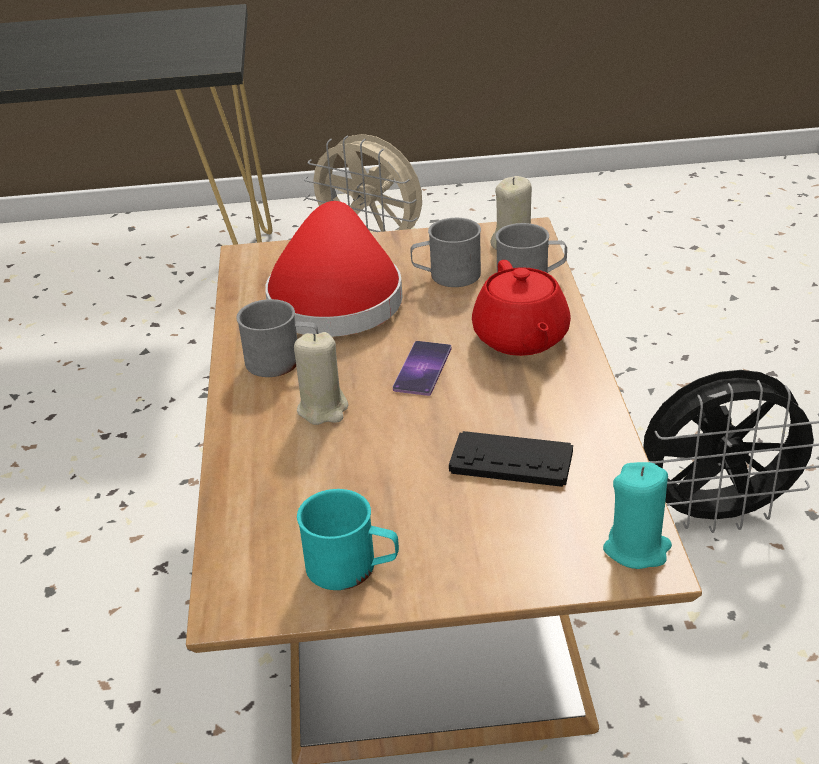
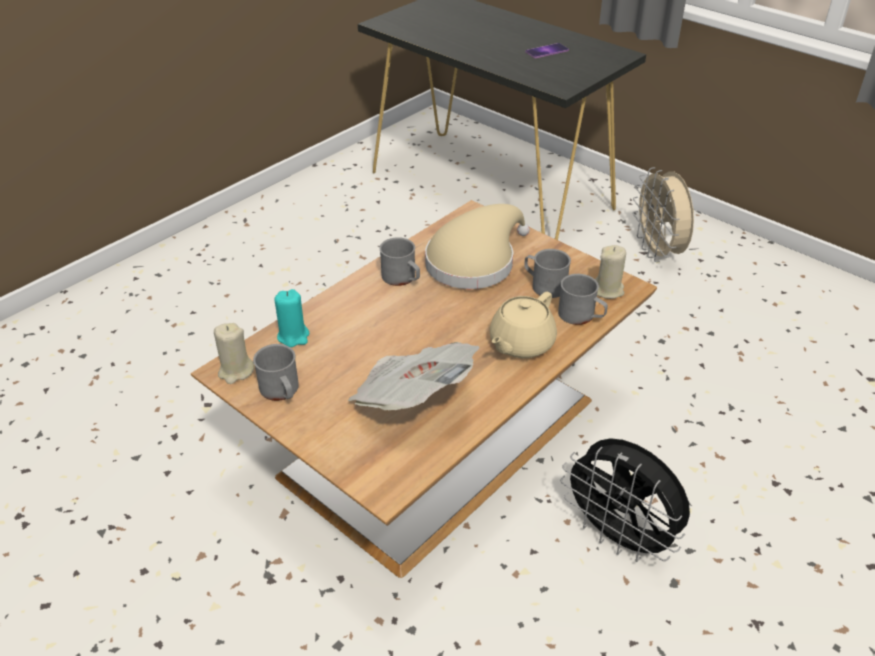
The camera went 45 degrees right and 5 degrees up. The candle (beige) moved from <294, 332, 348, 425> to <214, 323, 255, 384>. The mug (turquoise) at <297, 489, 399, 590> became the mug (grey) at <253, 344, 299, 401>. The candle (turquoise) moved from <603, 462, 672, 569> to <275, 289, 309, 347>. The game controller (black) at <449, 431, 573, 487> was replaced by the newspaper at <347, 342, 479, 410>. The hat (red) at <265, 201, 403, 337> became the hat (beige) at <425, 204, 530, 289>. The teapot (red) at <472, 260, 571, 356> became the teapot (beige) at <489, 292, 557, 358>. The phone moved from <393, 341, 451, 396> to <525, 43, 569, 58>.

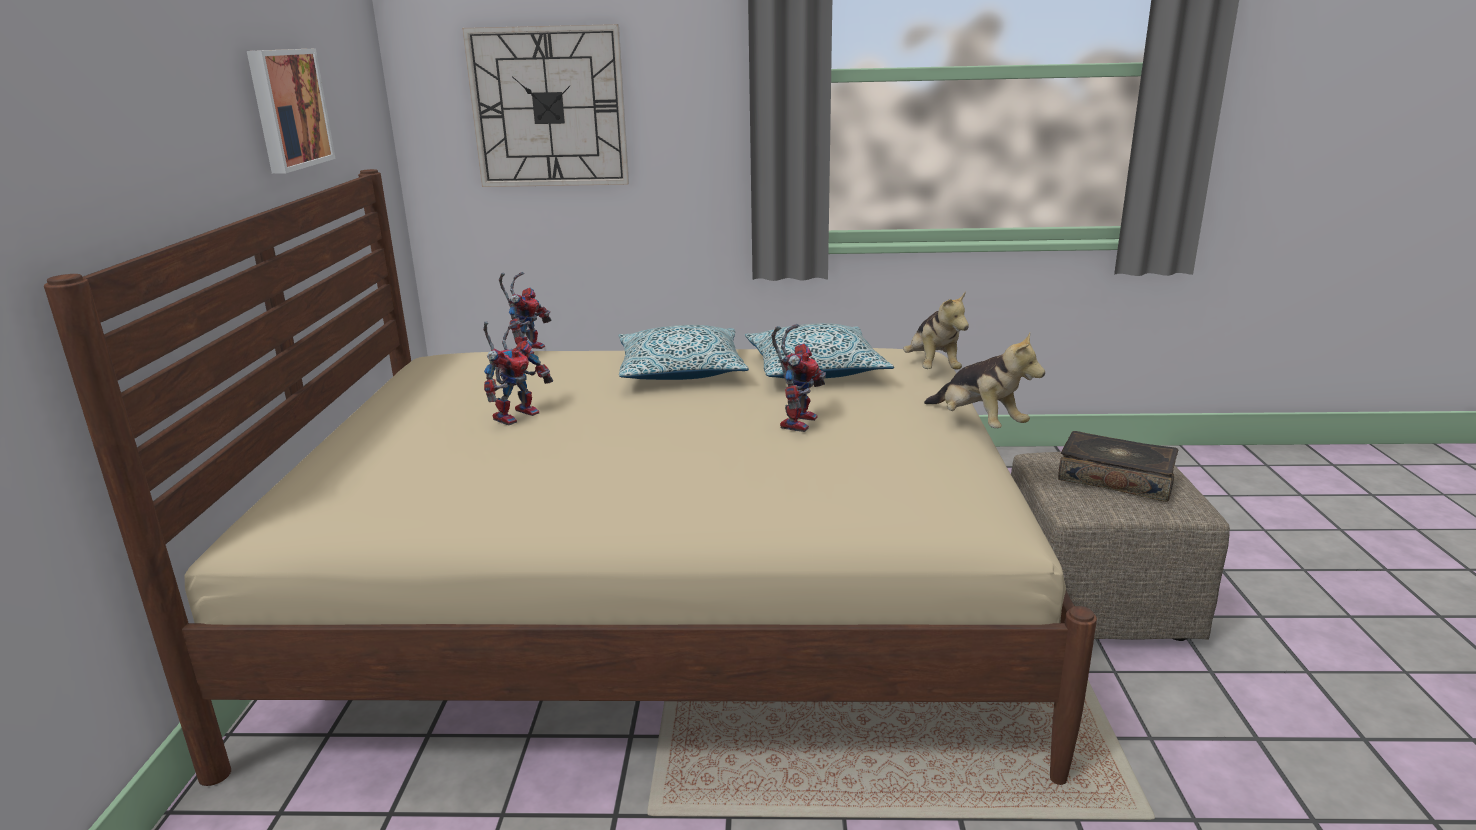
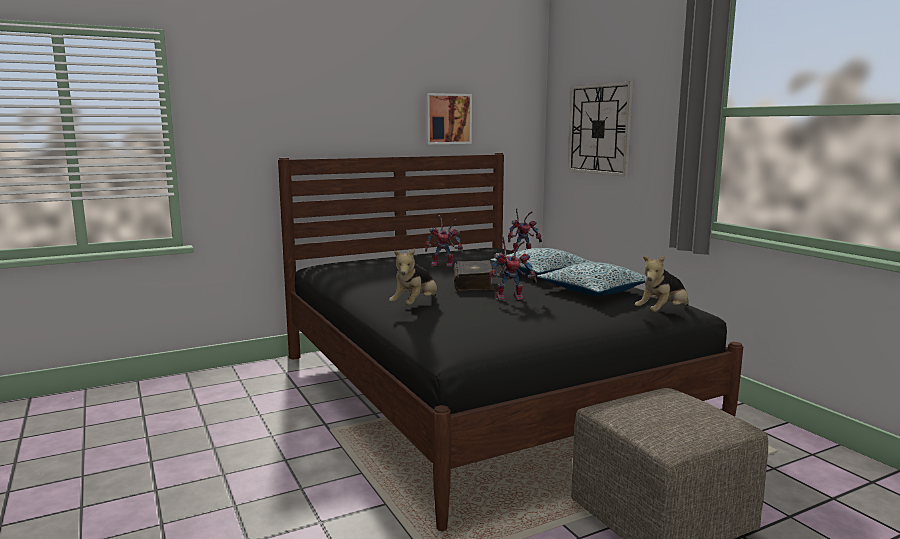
The camera went 60 degrees right and 10 degrees down. The bed (beige) at <44, 169, 1097, 786> became the bed (black) at <278, 153, 743, 531>. The plush toy moved from <924, 332, 1045, 428> to <389, 248, 437, 305>. The book moved from <1058, 431, 1178, 502> to <453, 260, 495, 291>.

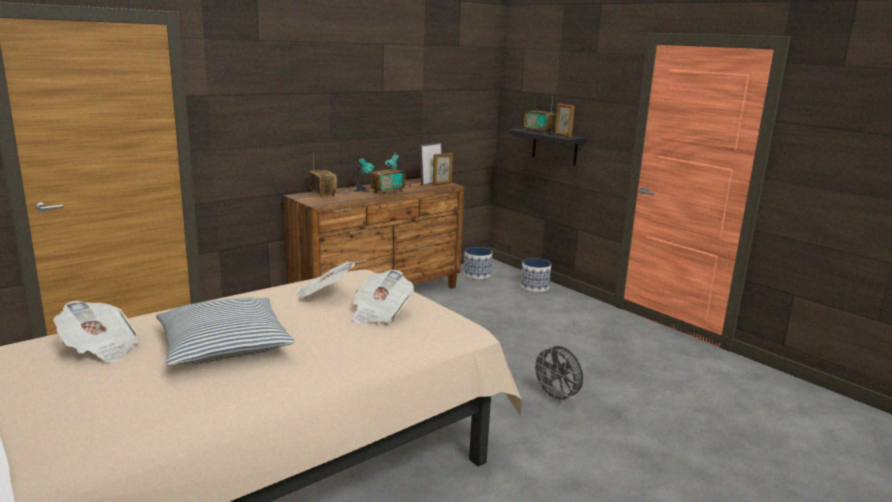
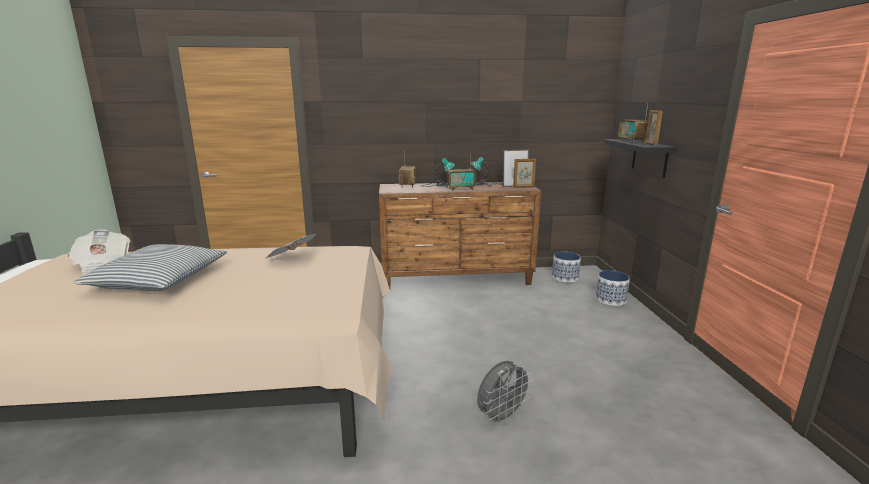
The camera went 35 degrees right and 0 degrees up. The fan (grey) at <531, 345, 583, 404> turned 120 degrees counterclockwise. The newspaper at <352, 270, 414, 324> disappeared.

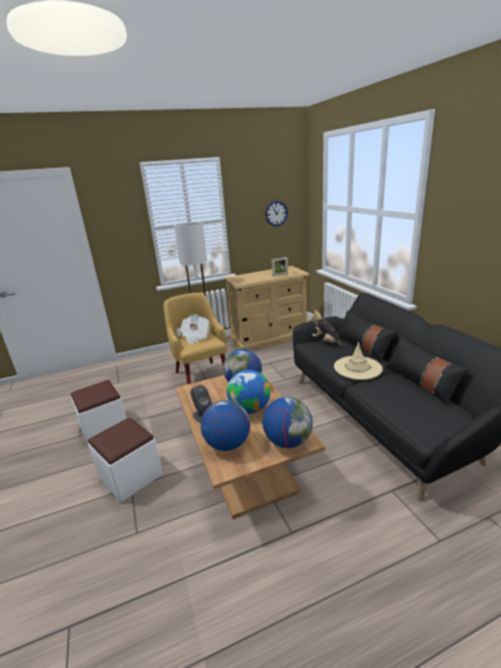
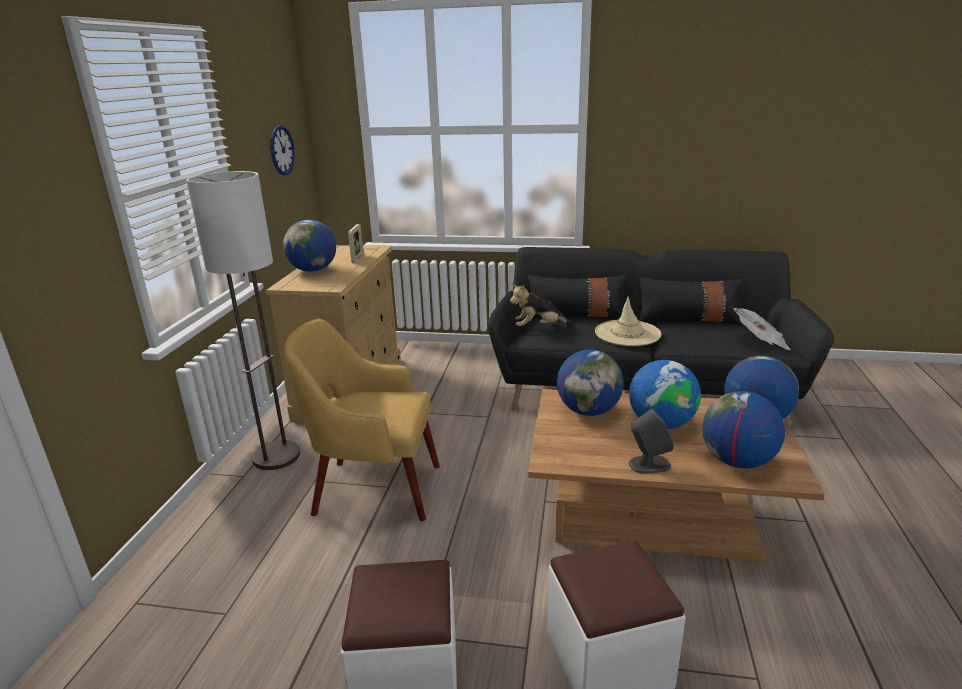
The camera went 60 degrees left and 0 degrees up. The globe at <283, 220, 336, 272> appeared. The newspaper moved from <180, 314, 210, 344> to <734, 308, 790, 350>.

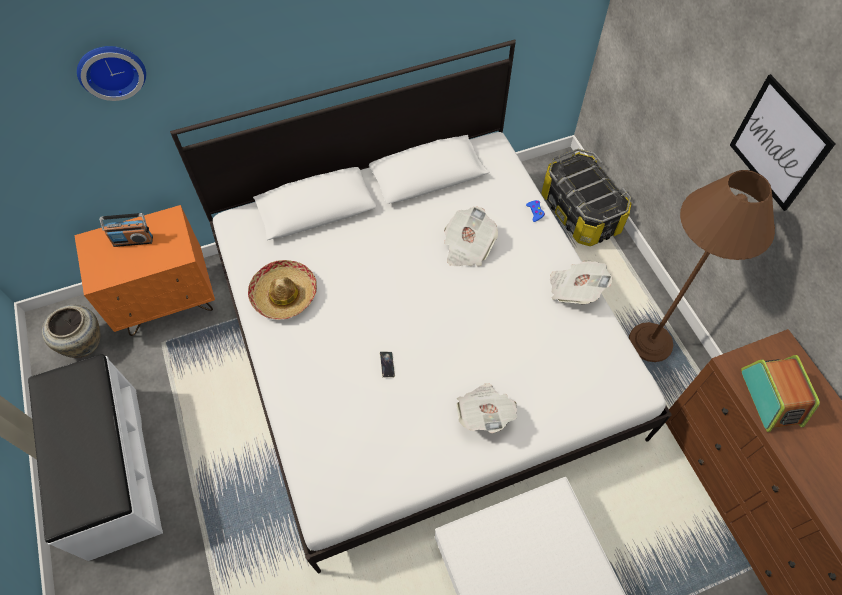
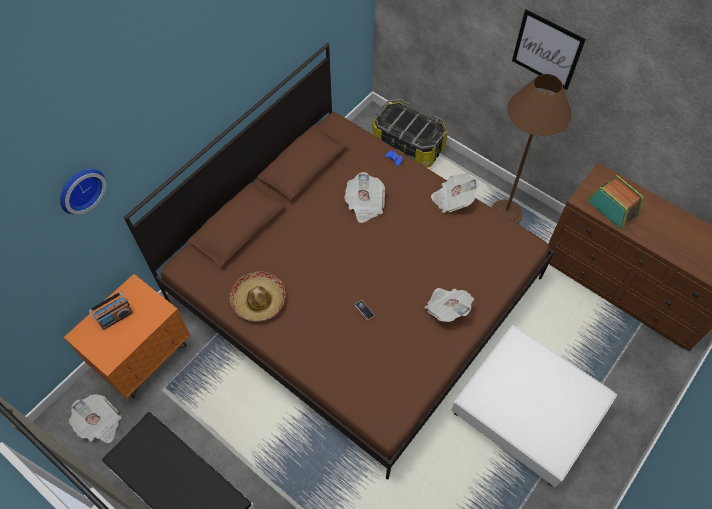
The camera went 30 degrees left and 0 degrees up. The vase (beige) at <42, 305, 100, 358> was replaced by the newspaper at <69, 394, 122, 443>. The bed (white) at <170, 40, 672, 573> became the bed (brown) at <124, 43, 554, 479>.

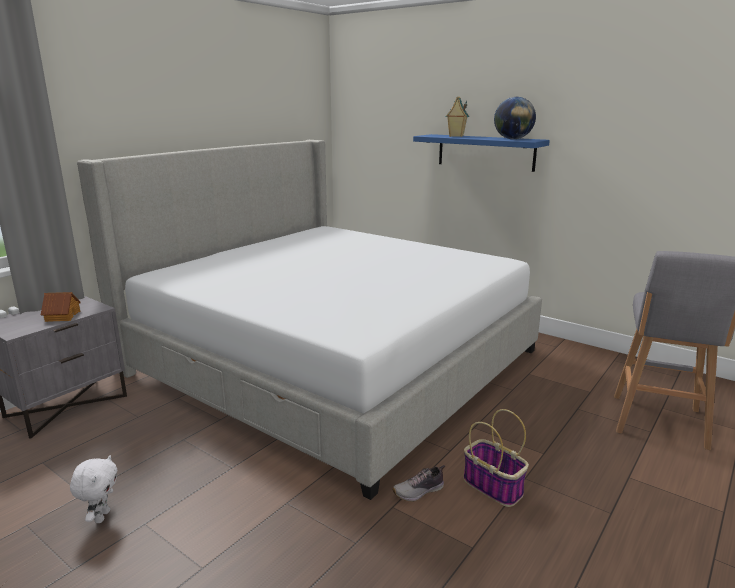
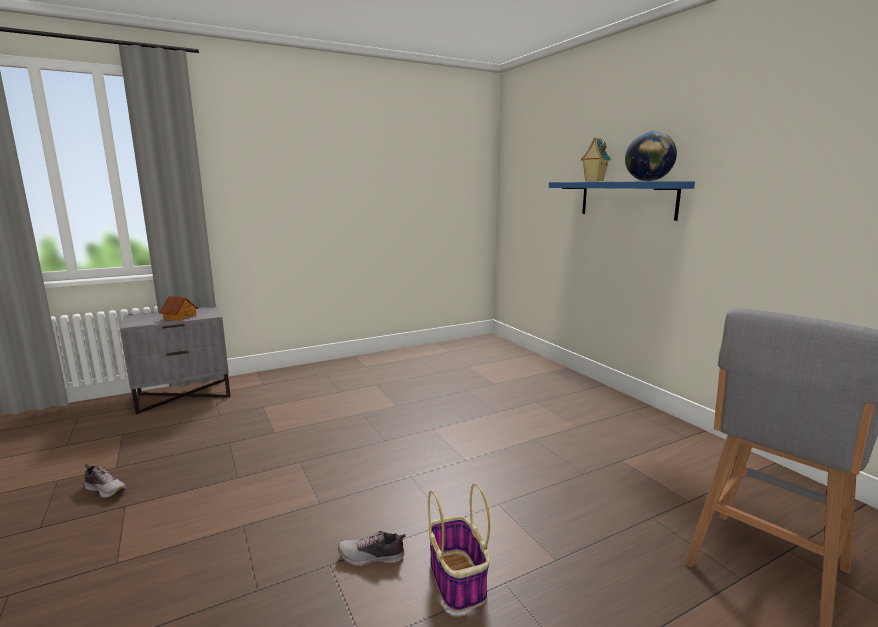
The camera went 25 degrees right and 5 degrees down. The plush toy (white) at <70, 455, 117, 523> was replaced by the shoe at <85, 464, 126, 498>. The bed at <77, 140, 542, 500> disappeared.

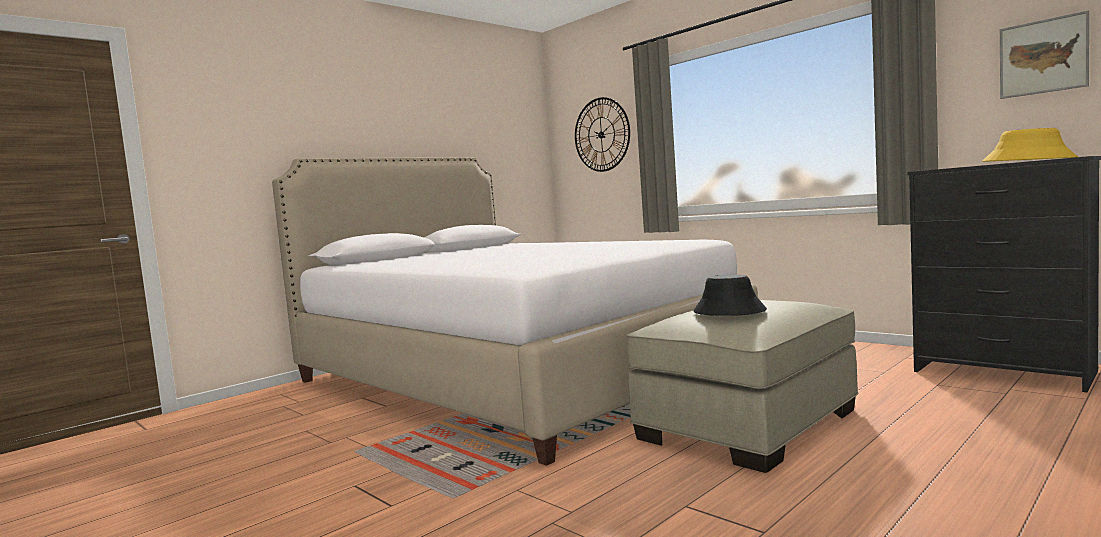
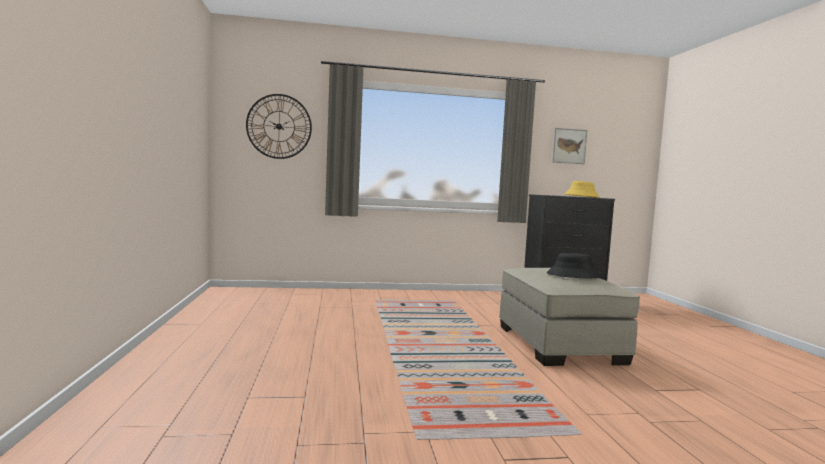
The camera went 55 degrees left and 0 degrees up. The bed (white) at <272, 157, 758, 466> disappeared.

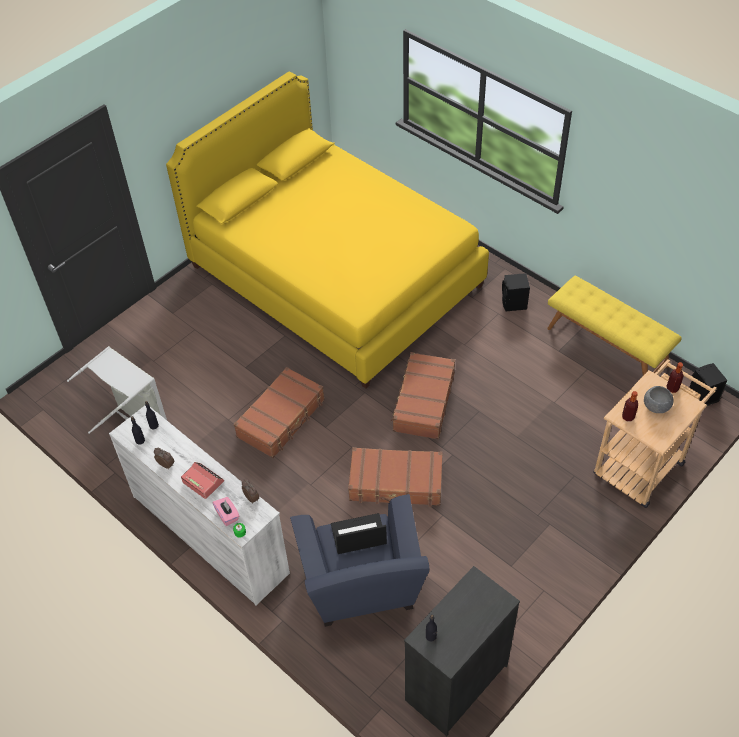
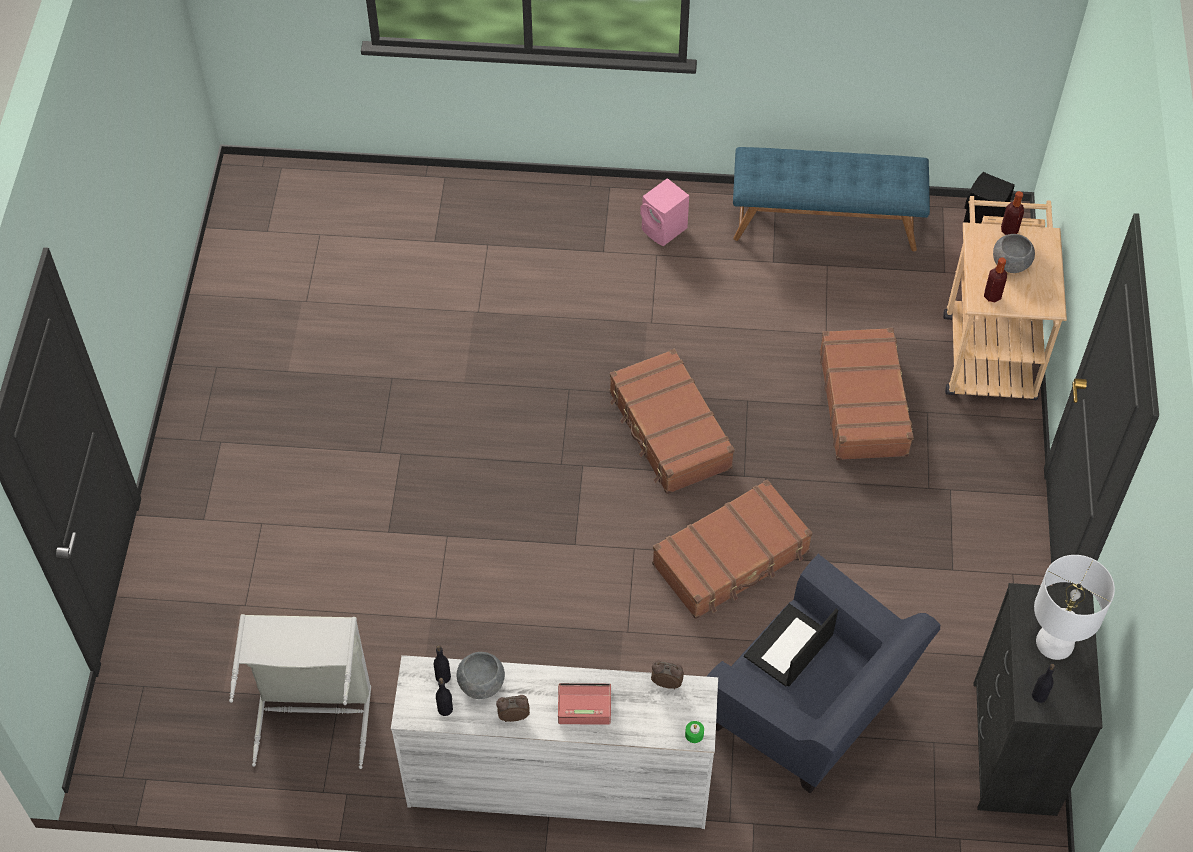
The camera went 40 degrees left and 5 degrees up. The bowl (grey) at <457, 652, 505, 699> appeared. The speaker (black) at <502, 273, 530, 311> became the speaker (pink) at <640, 178, 689, 246>. The bench (yellow) at <547, 276, 682, 375> became the bench (blue) at <733, 147, 930, 251>. The suitcase (brown) moved from <234, 367, 325, 458> to <820, 328, 914, 460>. The table lamp (white) at <1034, 555, 1115, 660> appeared. The bed (yellow) at <166, 72, 489, 388> disappeared. The tissue box (pink) at <213, 497, 239, 526> disappeared.

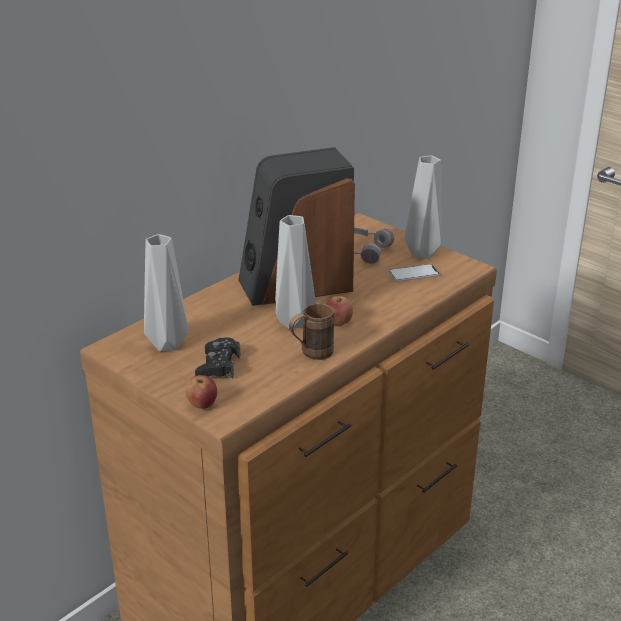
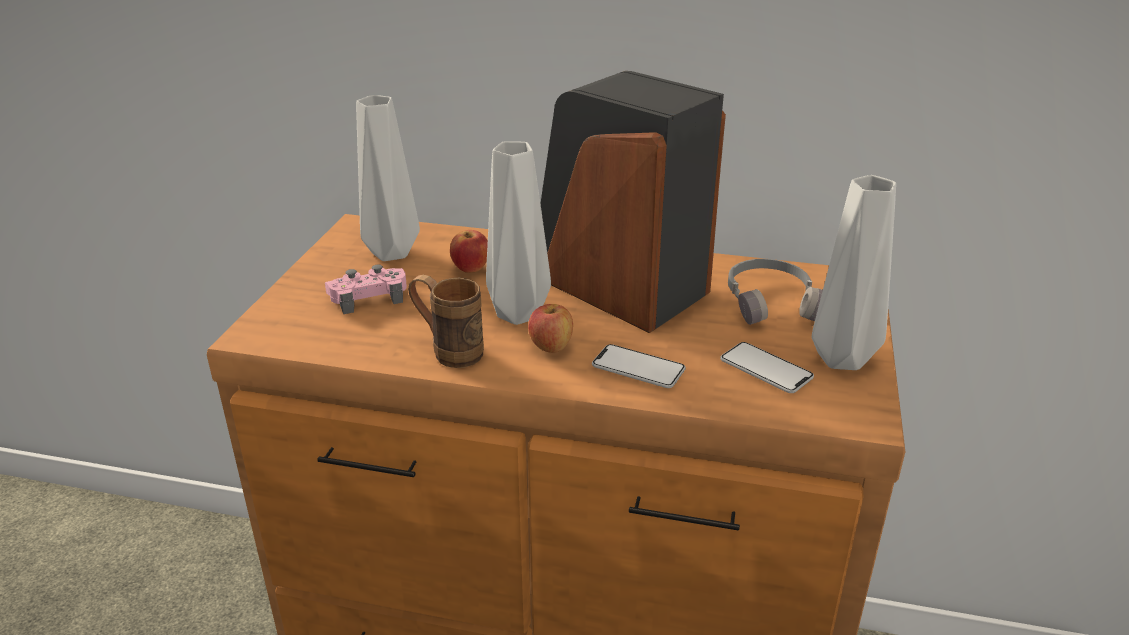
The camera went 60 degrees right and 0 degrees up. The game controller (black) at <195, 337, 240, 379> became the game controller (pink) at <325, 264, 407, 314>. The apple moved from <186, 375, 217, 409> to <450, 230, 488, 273>. The phone at <592, 344, 686, 388> appeared.

